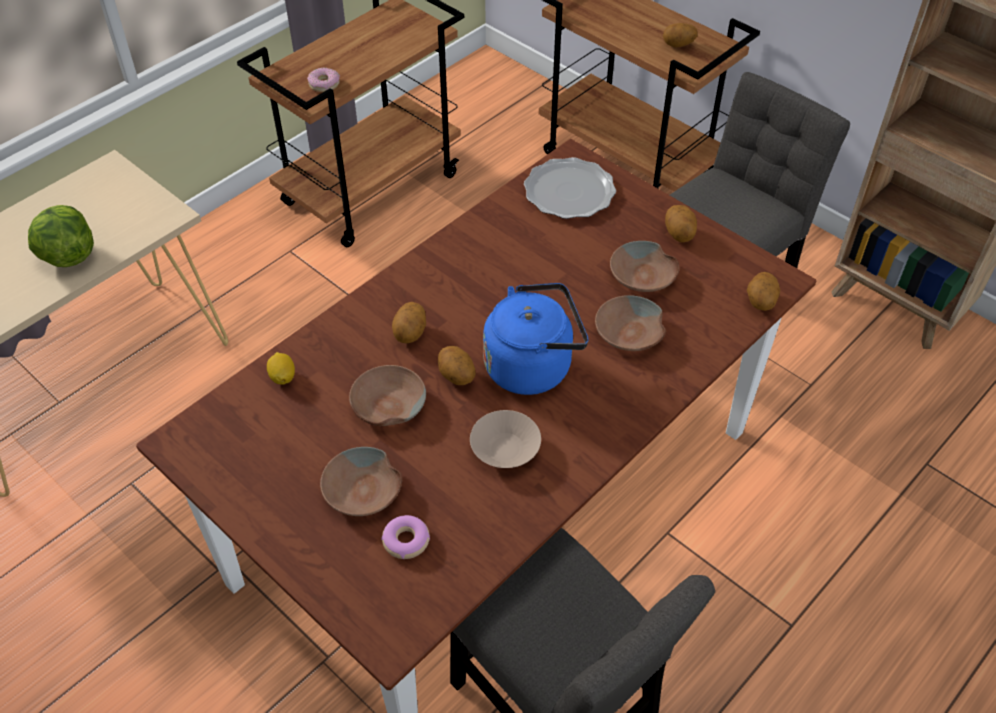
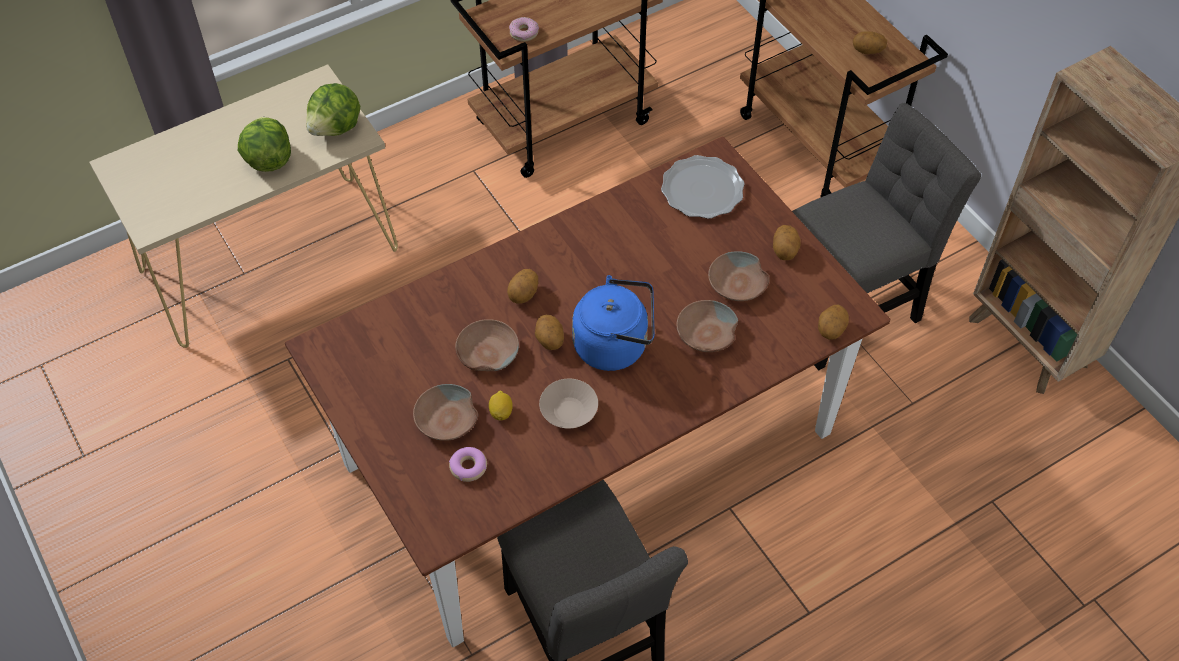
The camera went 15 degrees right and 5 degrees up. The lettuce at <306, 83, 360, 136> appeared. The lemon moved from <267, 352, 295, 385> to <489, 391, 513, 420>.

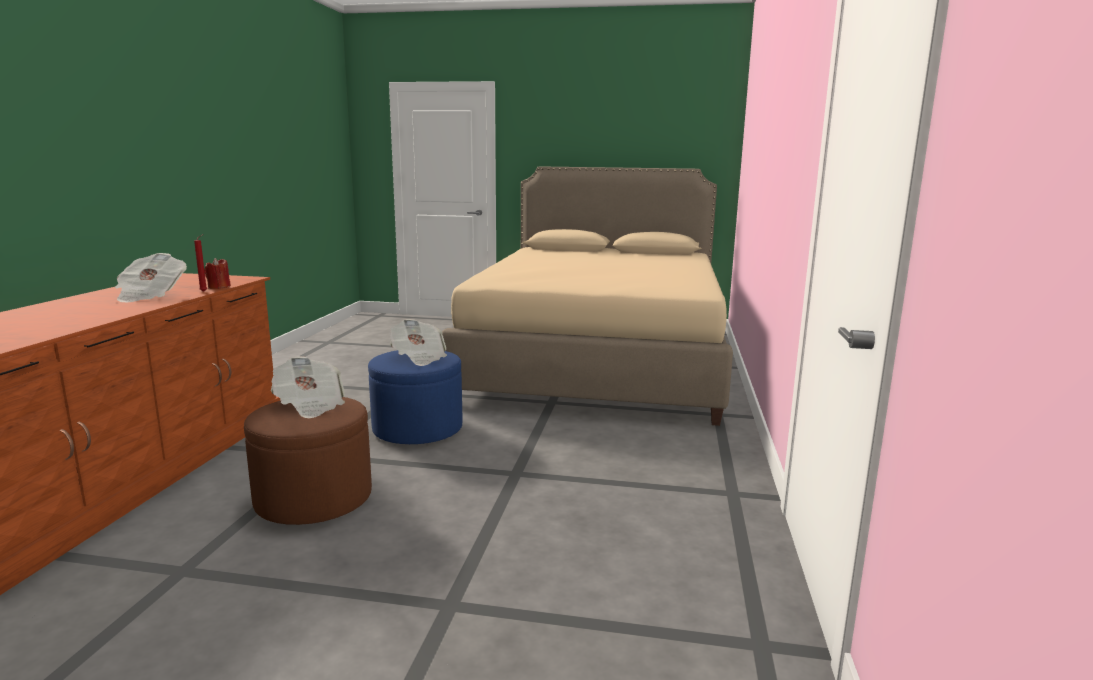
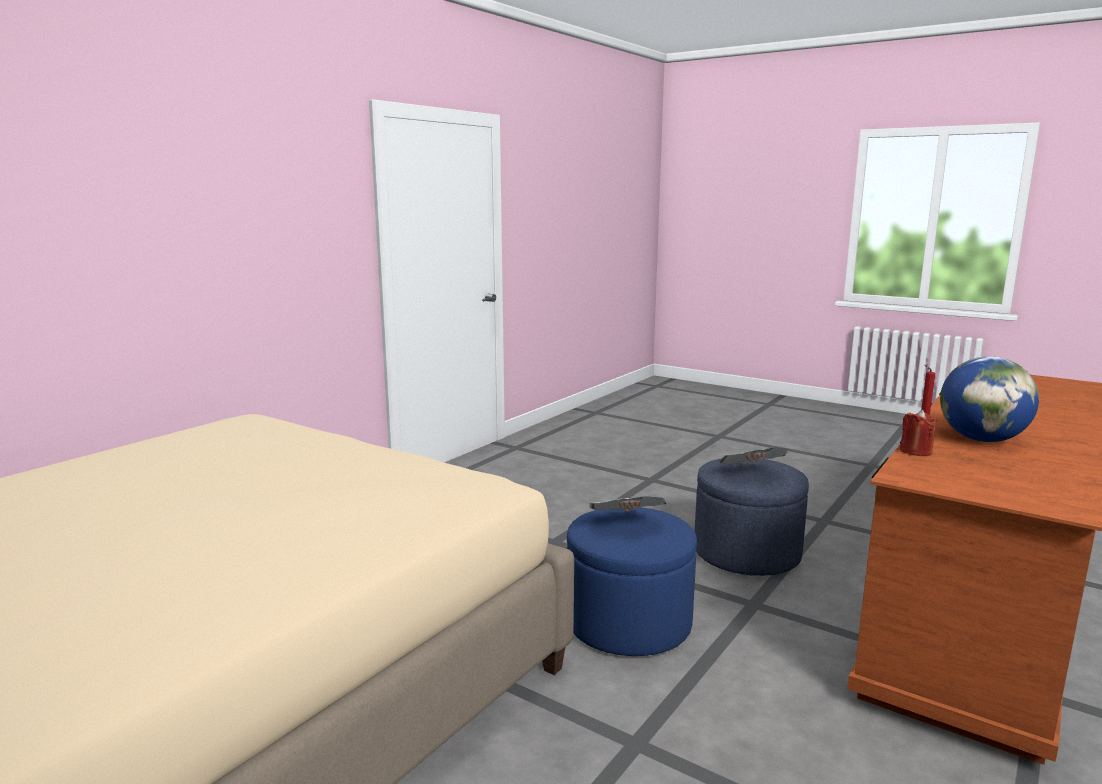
The camera went 155 degrees left and 0 degrees up. The ottoman (brown) at <244, 397, 372, 525> became the ottoman (blue) at <695, 458, 809, 576>. The newspaper at <115, 253, 187, 302> was replaced by the globe at <940, 356, 1039, 442>.

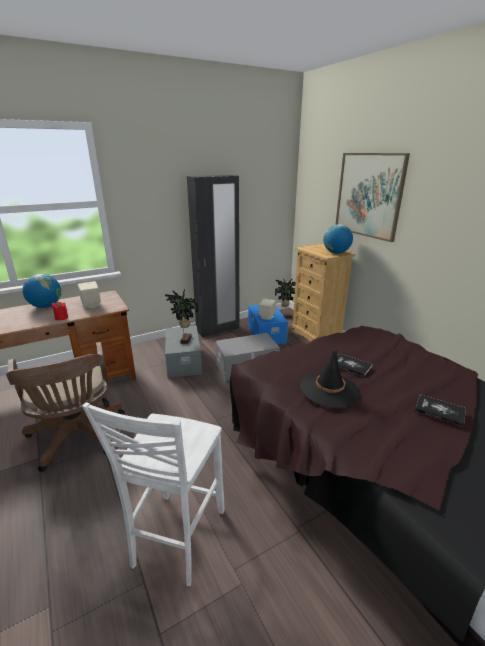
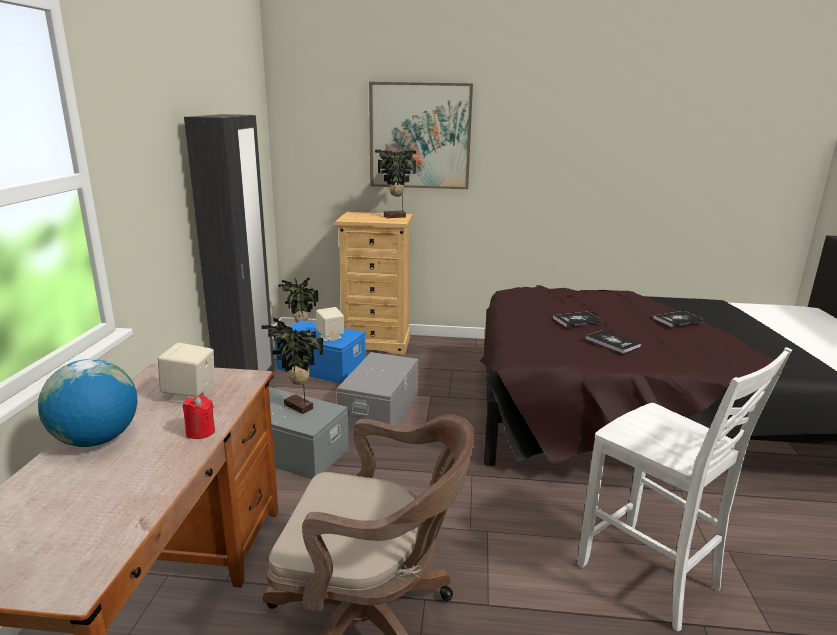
The camera went 55 degrees left and 5 degrees down. The globe at <323, 224, 353, 254> was replaced by the potted plant at <375, 150, 416, 218>. The hat (black) at <300, 347, 360, 408> was replaced by the book at <585, 330, 641, 353>.

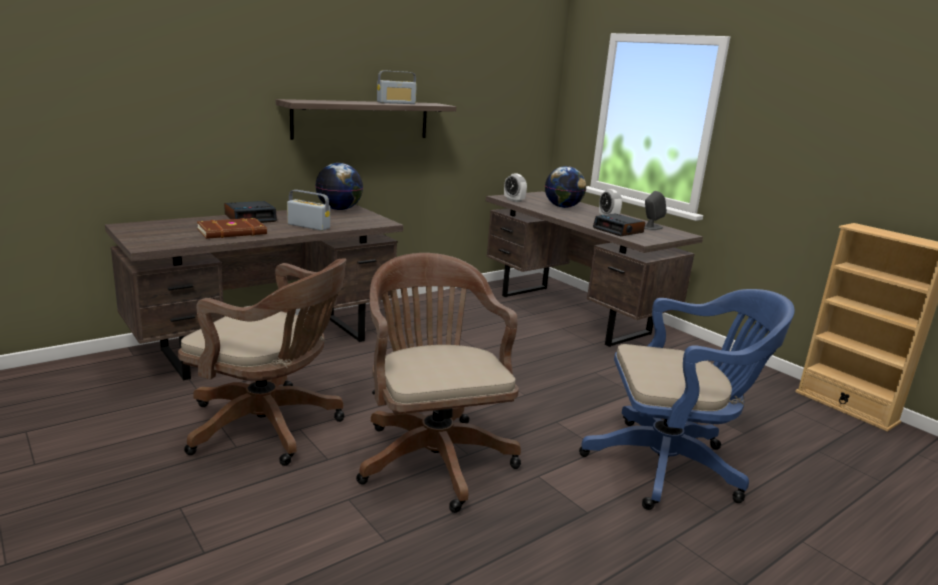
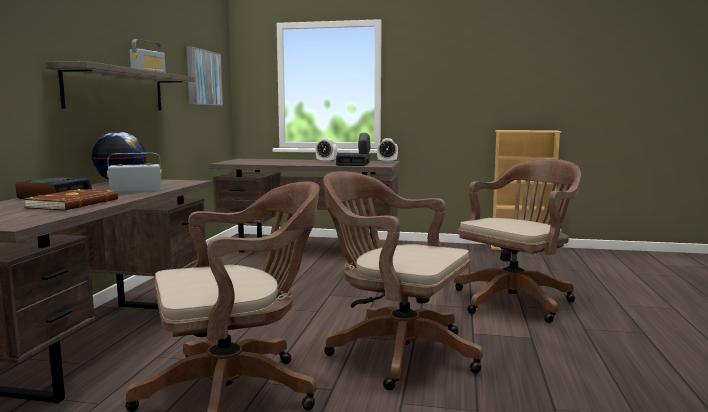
The camera went 40 degrees left and 10 degrees down. The picture at <186, 46, 223, 106> appeared. The alarm clock moved from <504, 173, 527, 202> to <377, 138, 398, 162>. The office chair (blue) at <579, 289, 795, 510> became the office chair (brown) at <454, 159, 581, 323>. The globe at <545, 166, 586, 208> disappeared.

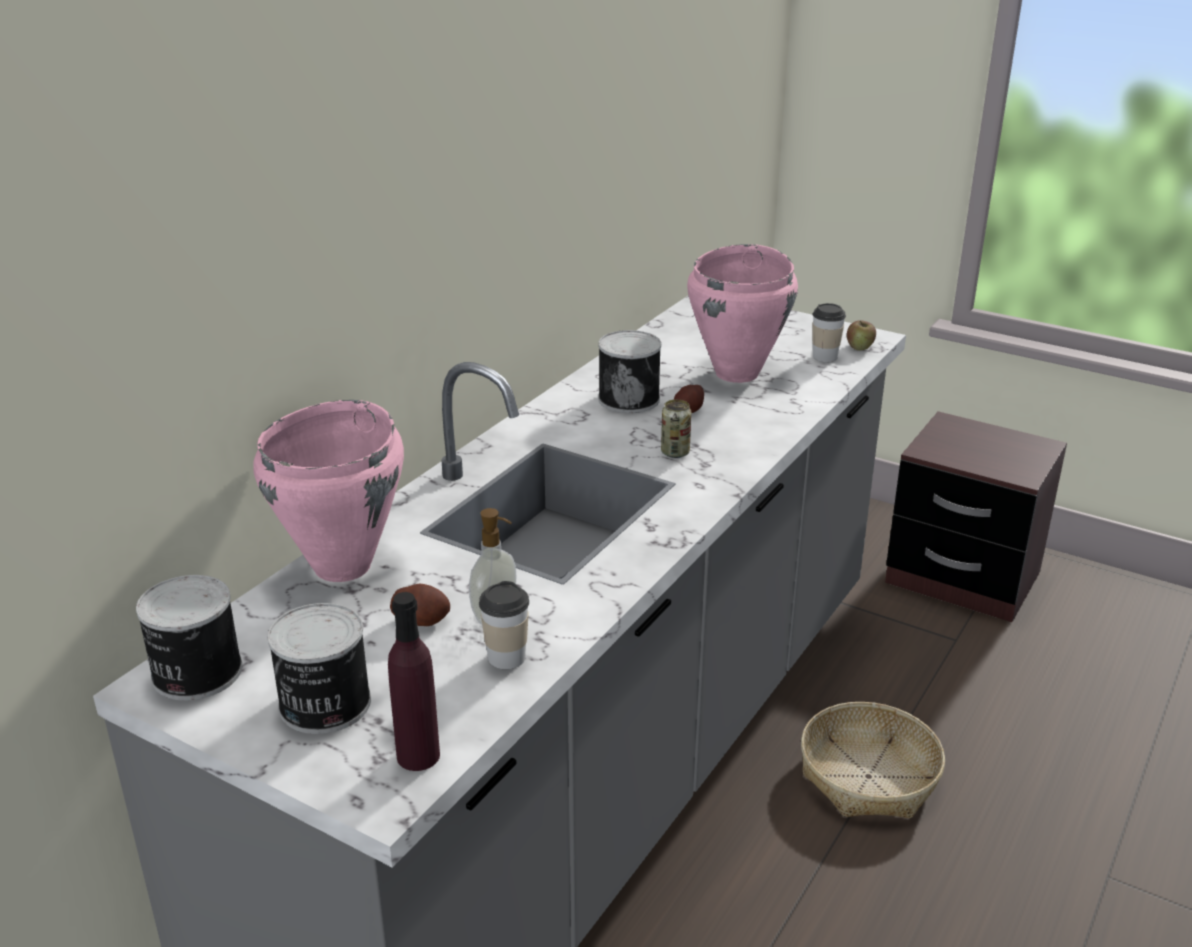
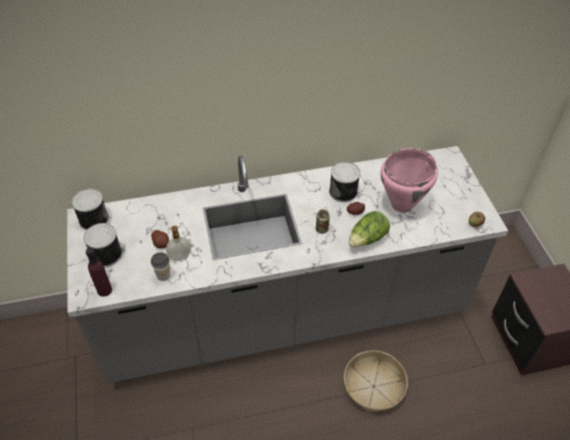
The camera went 45 degrees right and 20 degrees up. The lettuce at <349, 211, 390, 247> appeared. The cooking pot (pink) at <253, 400, 404, 582> disappeared. The cup at <812, 303, 846, 362> disappeared.

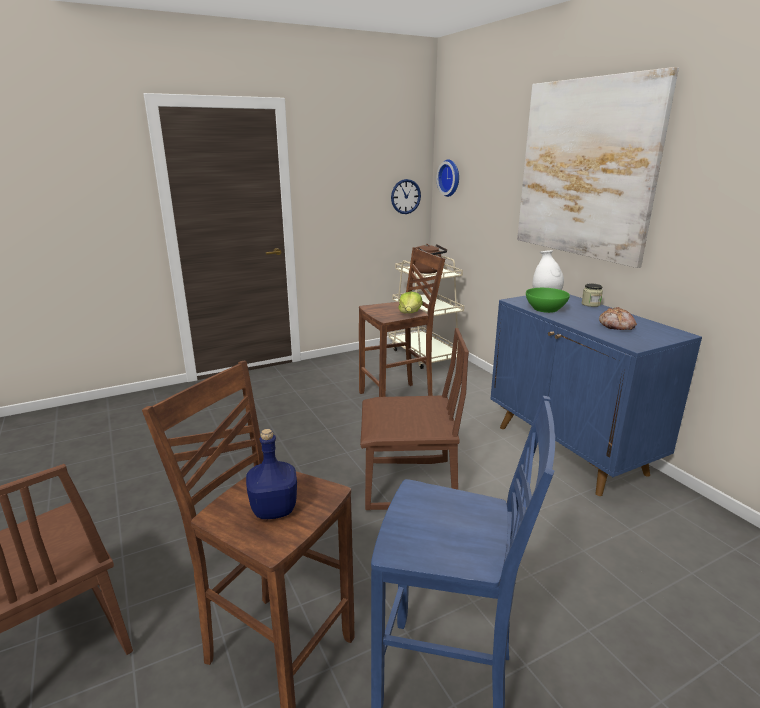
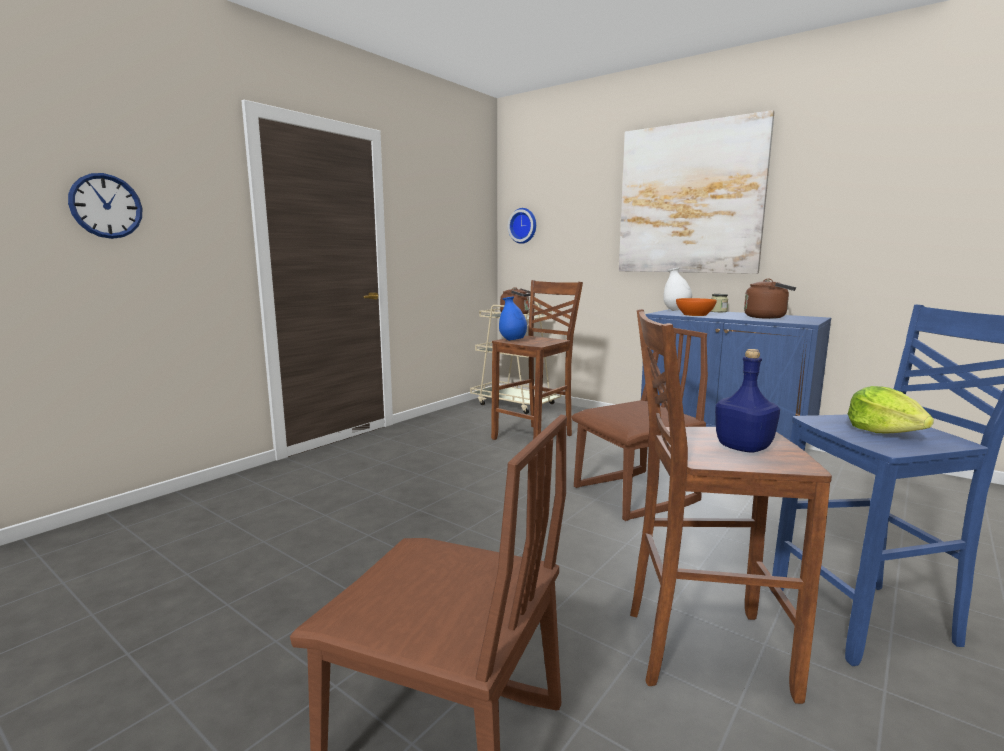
The camera went 25 degrees left and 10 degrees down. The wall clock moved from <391, 179, 421, 214> to <68, 173, 142, 239>. The vase (blue) at <499, 297, 527, 341> appeared. The bowl (green) at <526, 288, 570, 313> became the bowl (orange) at <676, 298, 717, 316>. The bread at <599, 307, 637, 330> was replaced by the kettle (brown) at <744, 279, 796, 319>. The lettuce moved from <398, 291, 423, 313> to <848, 386, 934, 433>.

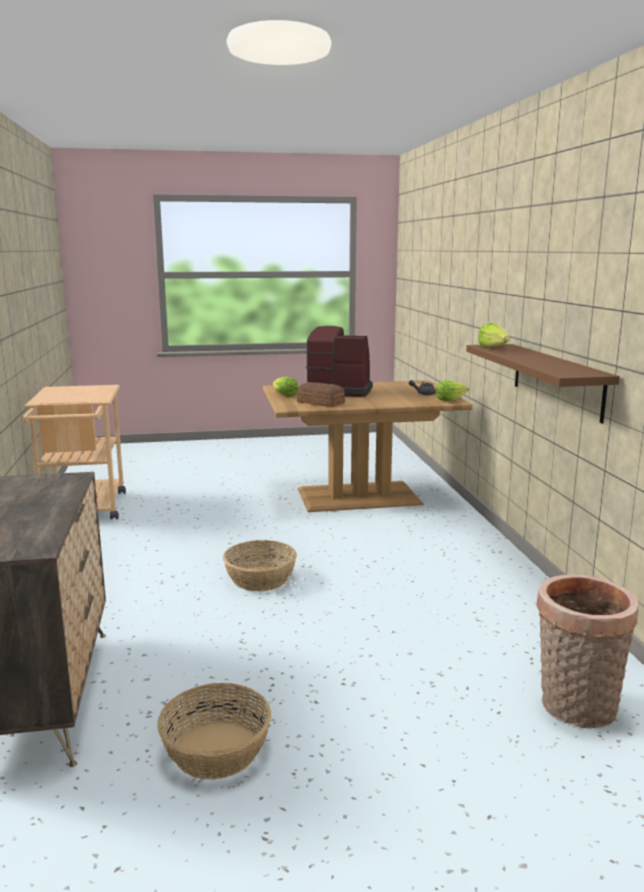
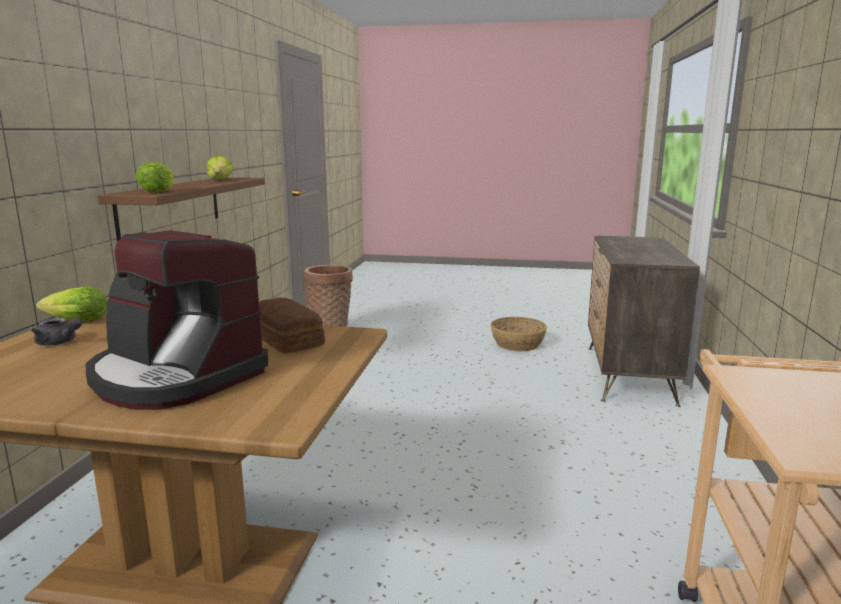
The camera went 160 degrees left and 0 degrees up. The lettuce moved from <273, 377, 298, 397> to <207, 155, 234, 180>. The basket at <223, 540, 297, 591> disappeared.

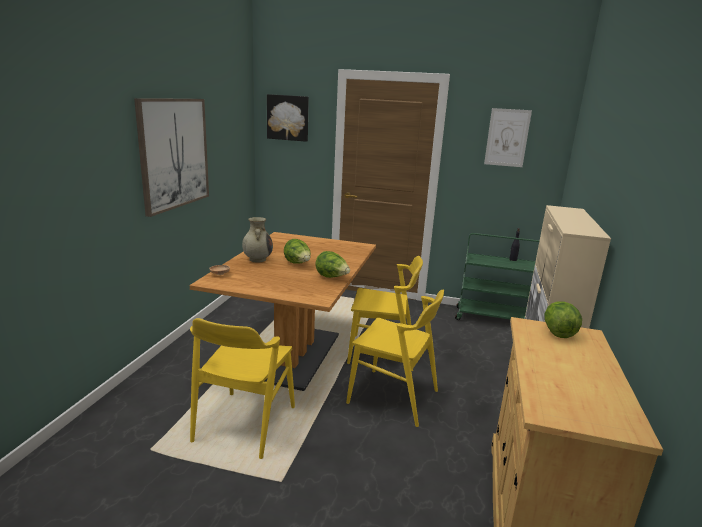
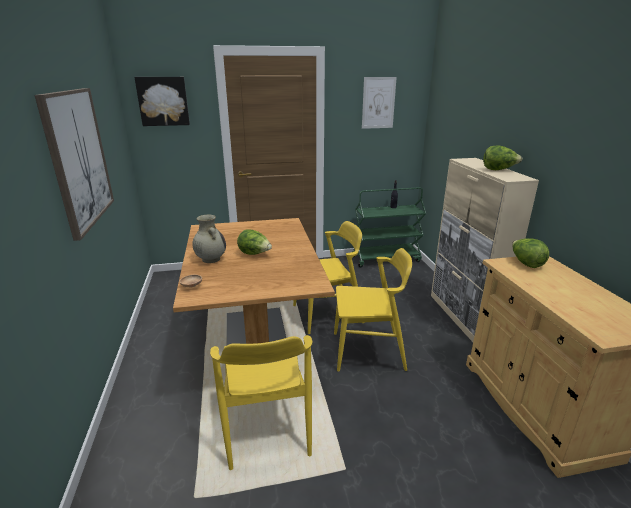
The camera went 25 degrees left and 5 degrees up. The lettuce moved from <315, 251, 350, 278> to <483, 145, 522, 170>.

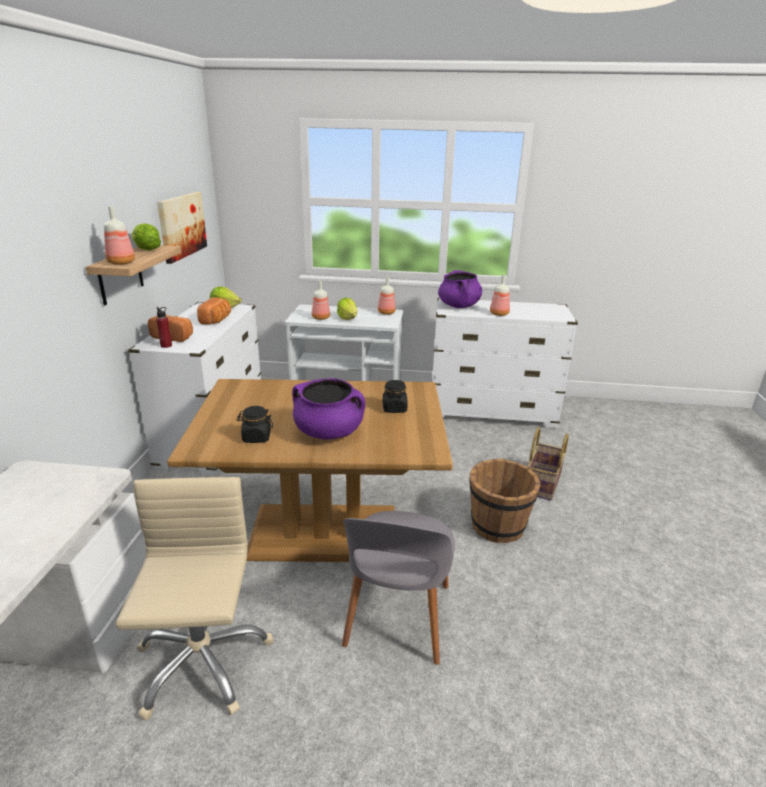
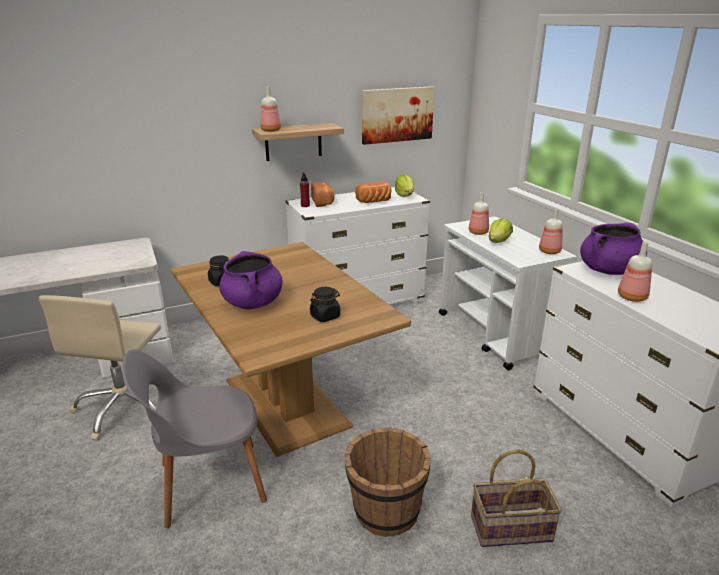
The camera went 60 degrees right and 0 degrees up. The office chair (beige) at <116, 477, 273, 721> turned 135 degrees clockwise. The lettuce at <131, 223, 161, 250> disappeared.

